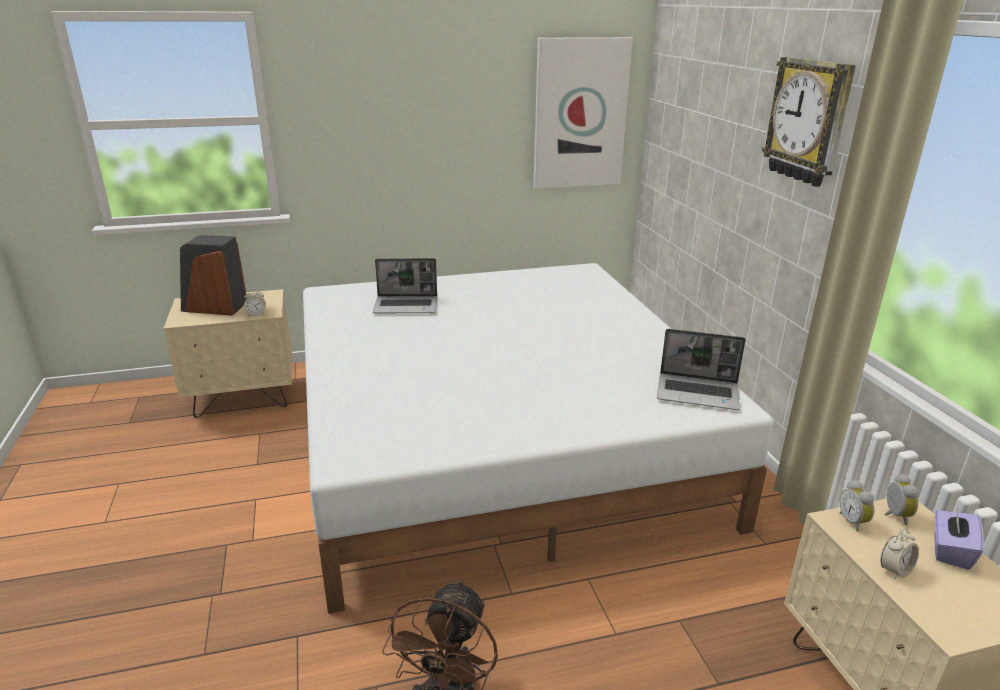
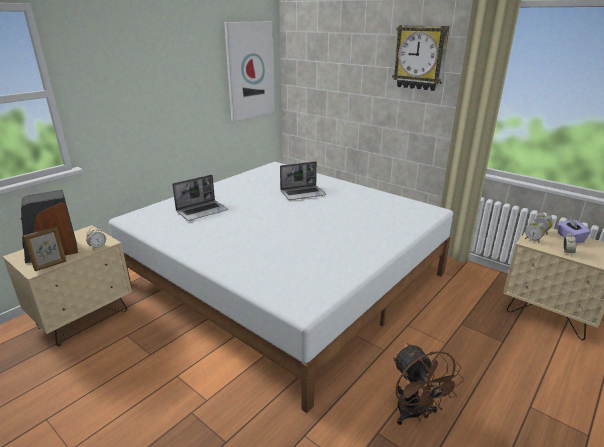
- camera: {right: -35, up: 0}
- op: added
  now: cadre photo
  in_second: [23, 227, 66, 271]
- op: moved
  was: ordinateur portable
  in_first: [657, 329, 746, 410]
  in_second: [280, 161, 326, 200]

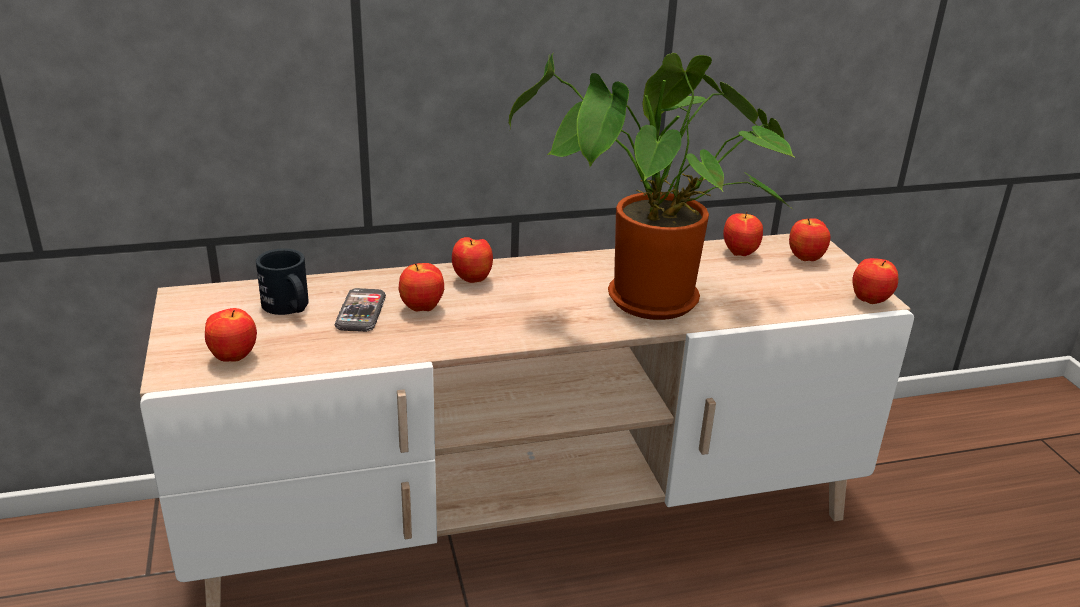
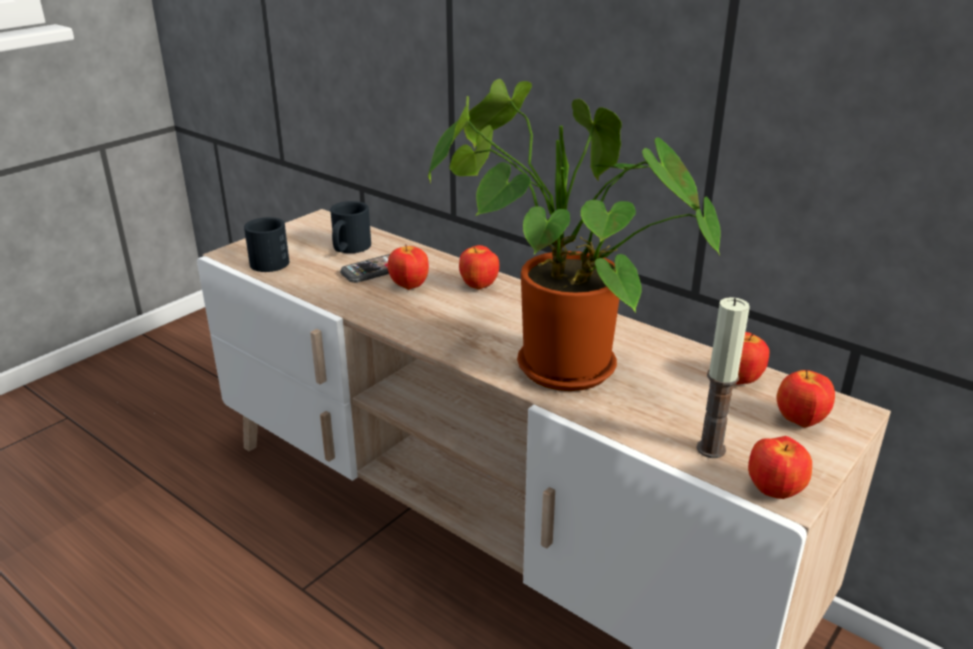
- camera: {right: 55, up: 0}
- op: replaced
  was: pomme
  now: mug [noir]
  in_first: [205, 308, 257, 362]
  in_second: [244, 217, 289, 272]
- op: added
  now: bougie
  in_second: [696, 297, 750, 458]

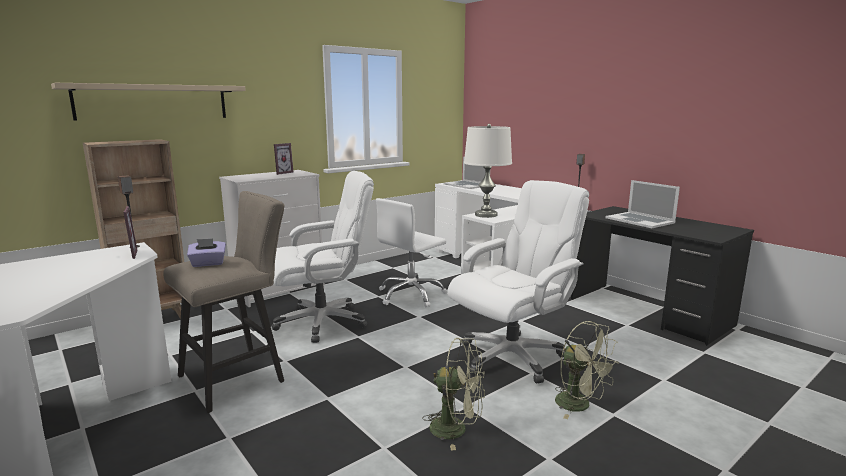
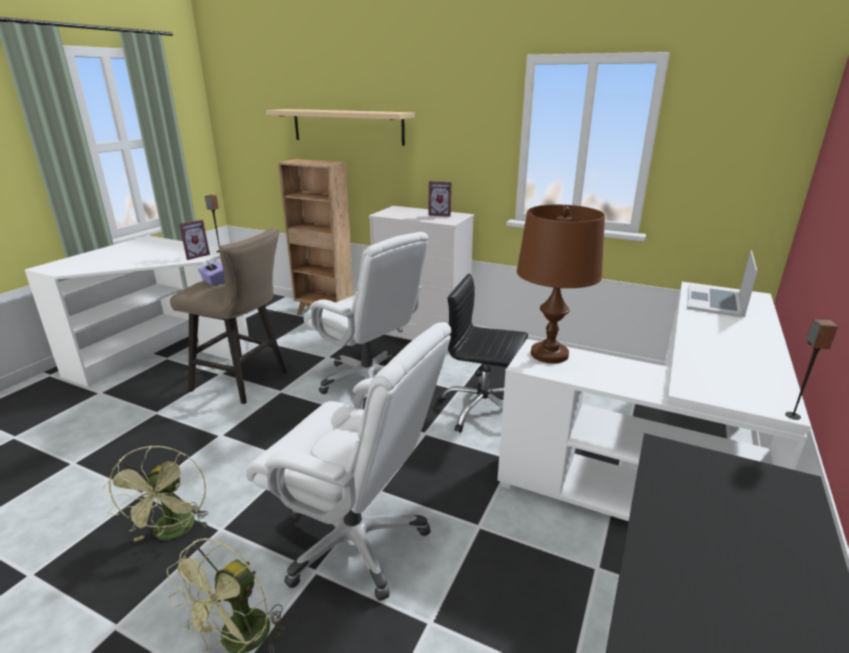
- camera: {right: 65, up: 10}
- op: recoloured
  was: chaise de bureau [blanc]
  now: chaise de bureau [noir]
  in_first: [376, 198, 447, 307]
  in_second: [437, 274, 528, 433]
- op: recoloured
  was: lampe de table [blanc]
  now: lampe de table [marron]
  in_first: [464, 124, 512, 218]
  in_second: [517, 205, 605, 363]
- op: removed
  was: ordinateur portable
  in_first: [605, 180, 680, 228]

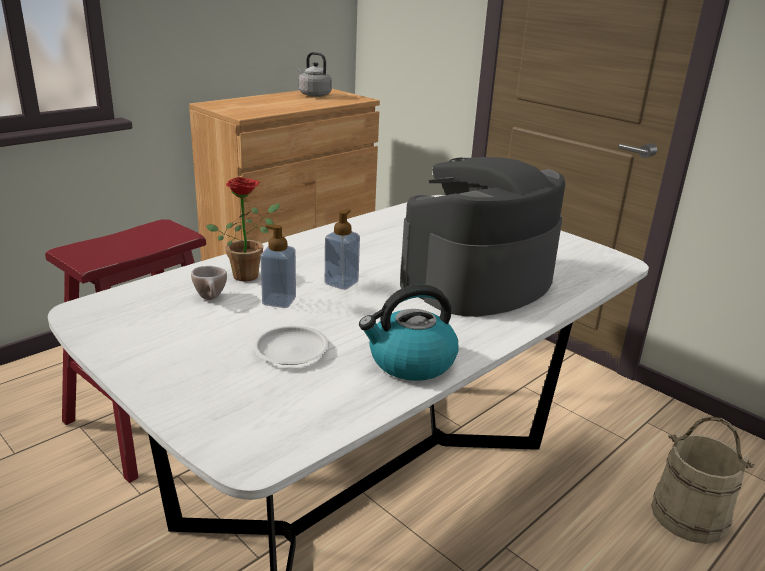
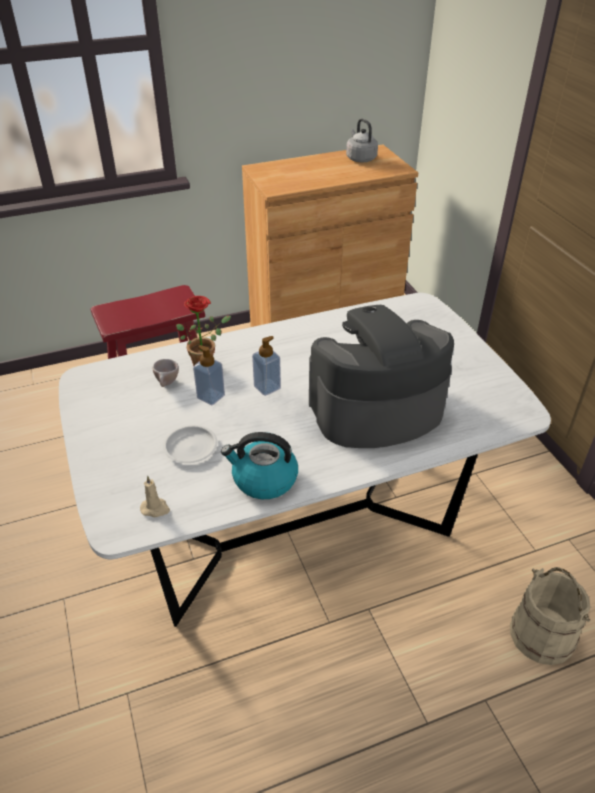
- camera: {right: 25, up: 15}
- op: added
  now: bougie [beige]
  in_second: [140, 476, 170, 517]

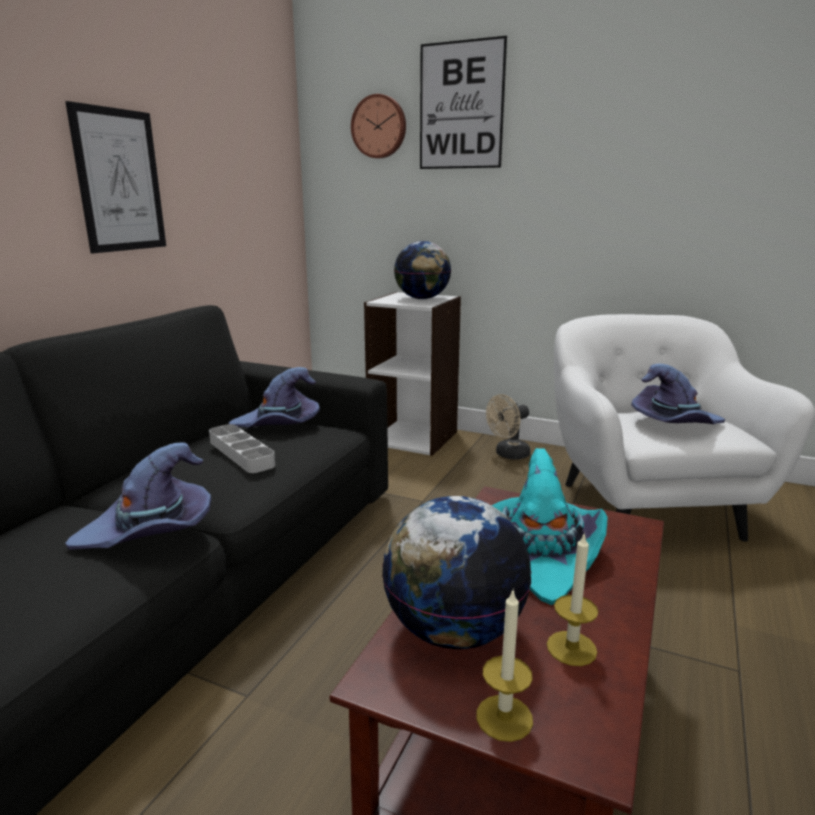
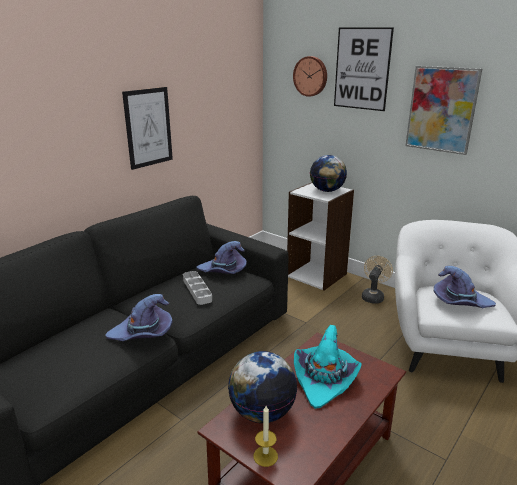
- camera: {right: 15, up: 5}
- op: turned
  was: ventilateur [beige]
  in_first: [486, 394, 531, 460]
  in_second: [362, 256, 393, 303]
  clockwise: 135
- op: added
  now: tableau
  in_second: [405, 66, 482, 155]
- op: removed
  was: bougie
  in_first: [547, 532, 598, 666]

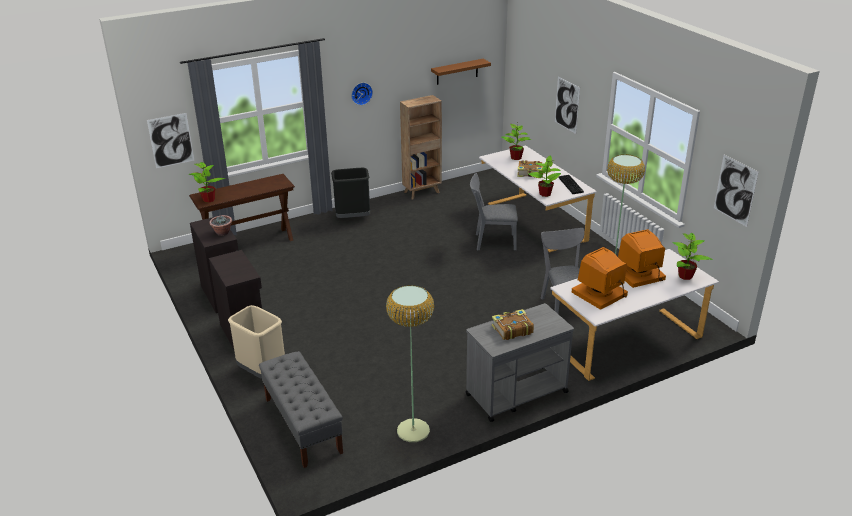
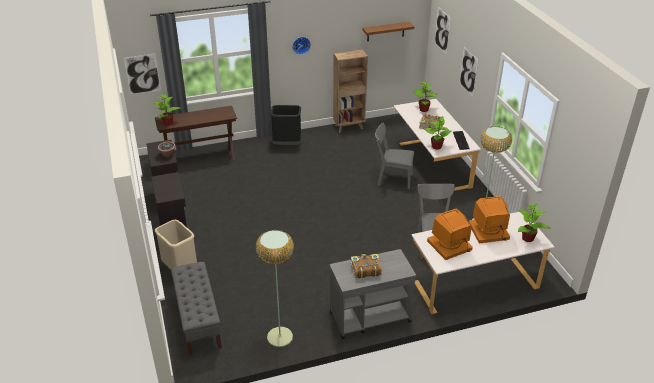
- camera: {right: 10, up: 5}
- op: moved
  was: tableau
  in_first: [714, 155, 759, 227]
  in_second: [435, 7, 451, 54]

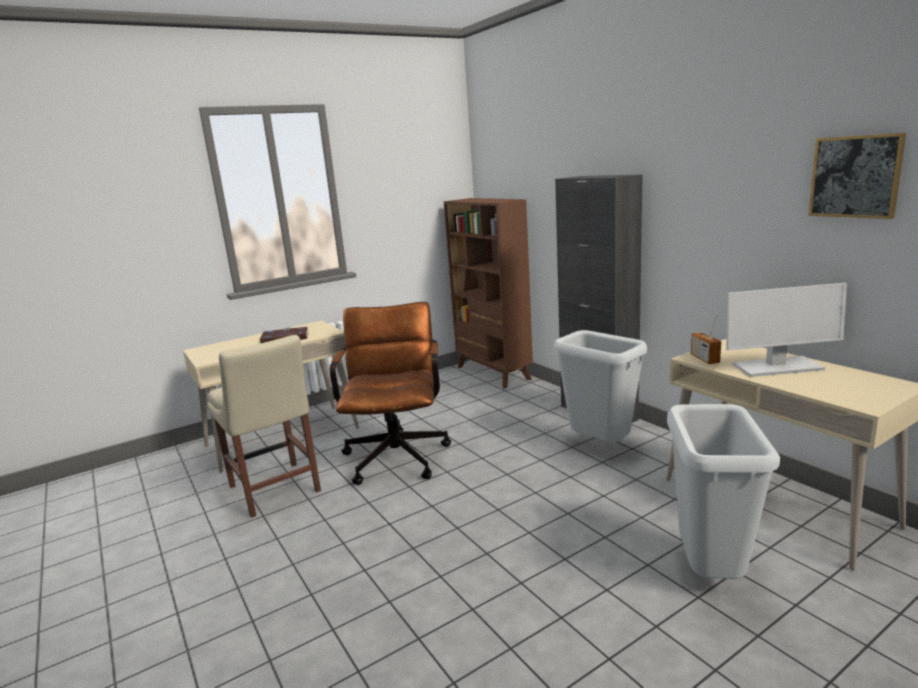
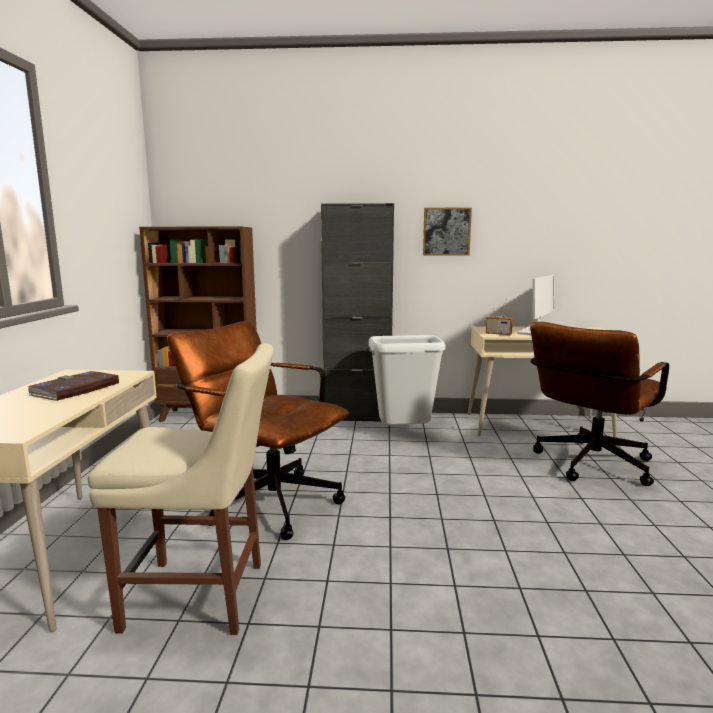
- camera: {right: -55, up: -5}
- op: moved
  was: tableau
  in_first: [808, 133, 906, 219]
  in_second: [423, 208, 472, 256]
- op: replaced
  was: poubelle [gris]
  now: chaise de bureau [marron]
  in_first: [667, 404, 780, 579]
  in_second: [530, 322, 669, 486]

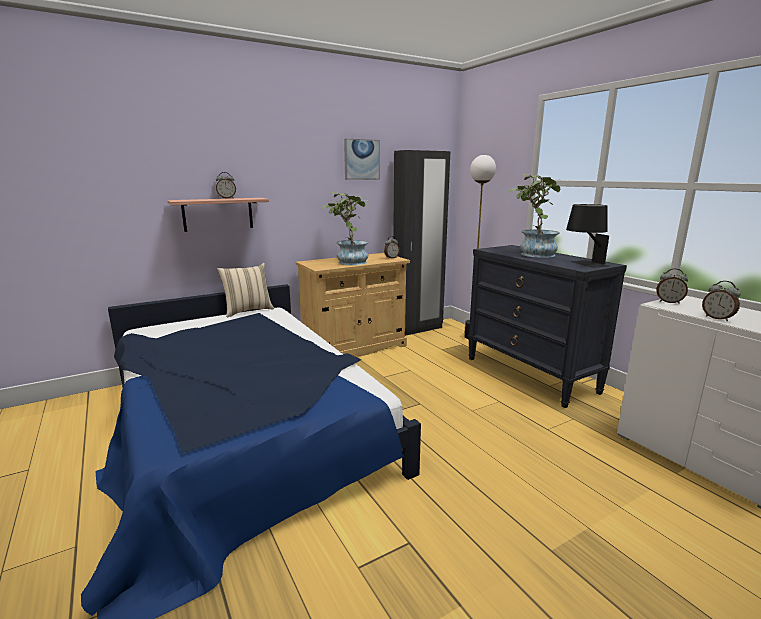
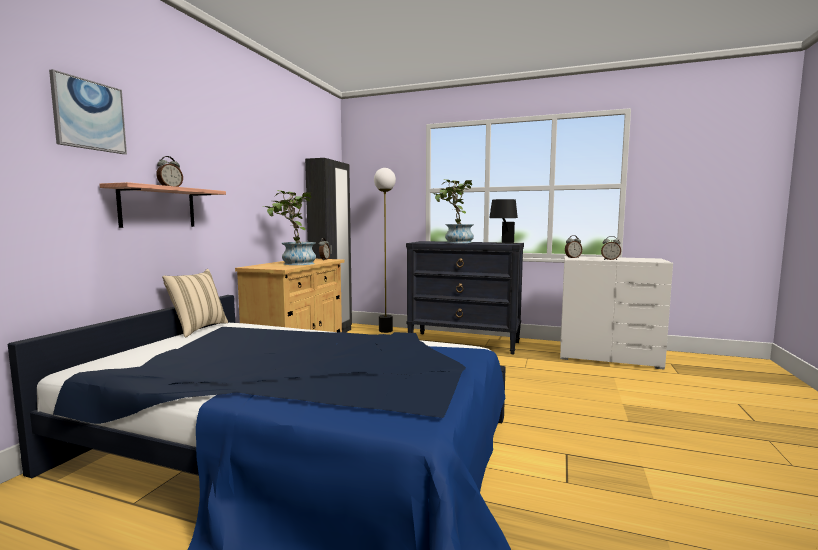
- camera: {right: -40, up: -10}
- op: moved
  was: tableau
  in_first: [344, 138, 380, 180]
  in_second: [49, 69, 127, 154]

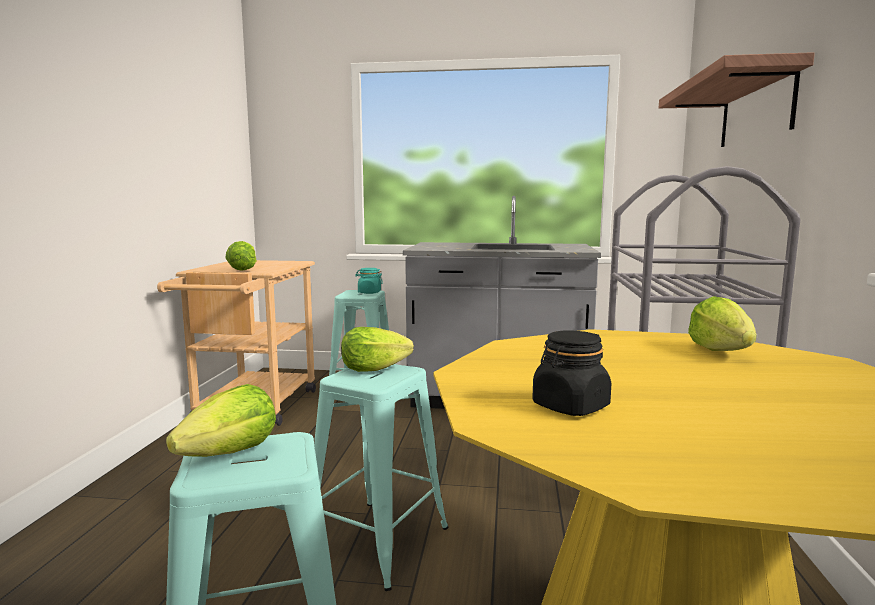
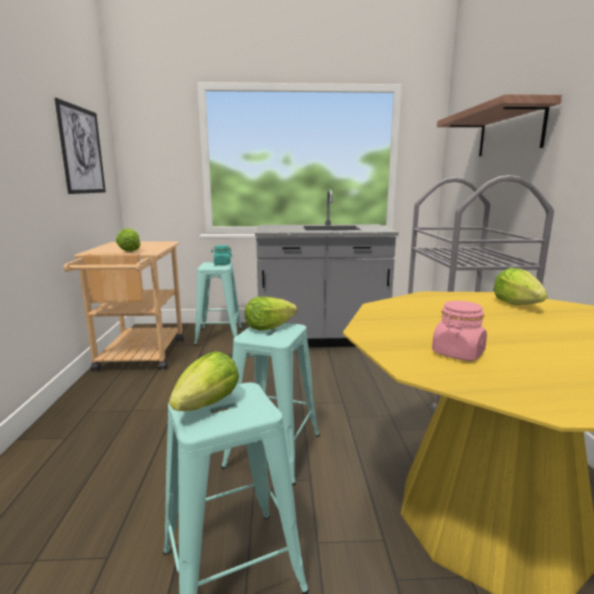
- camera: {right: -10, up: 5}
- op: added
  now: tableau
  in_second: [55, 98, 106, 194]
- op: recoloured
  was: bocal [noir]
  now: bocal [rose]
  in_first: [533, 330, 611, 416]
  in_second: [432, 301, 487, 361]

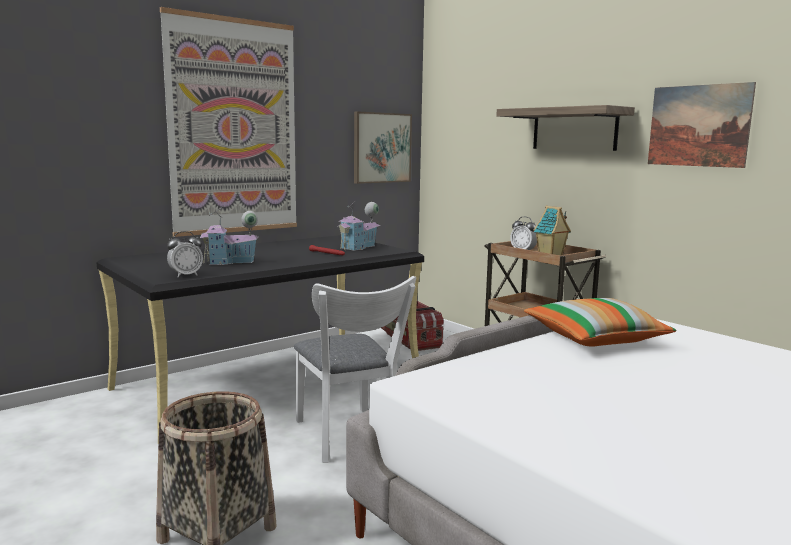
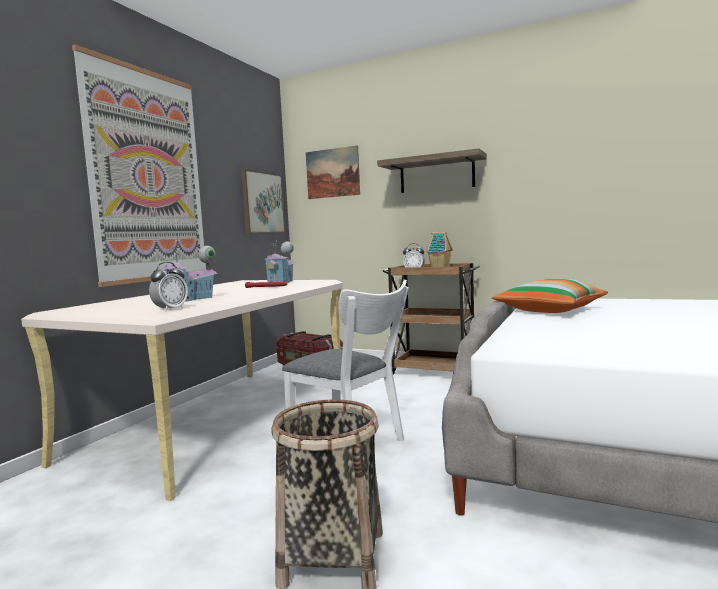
- camera: {right: -25, up: -5}
- op: recoloured
  was: bureau [noir]
  now: bureau [beige]
  in_first: [97, 235, 424, 441]
  in_second: [21, 280, 343, 501]
- op: moved
  was: tableau
  in_first: [648, 82, 756, 168]
  in_second: [306, 145, 360, 199]

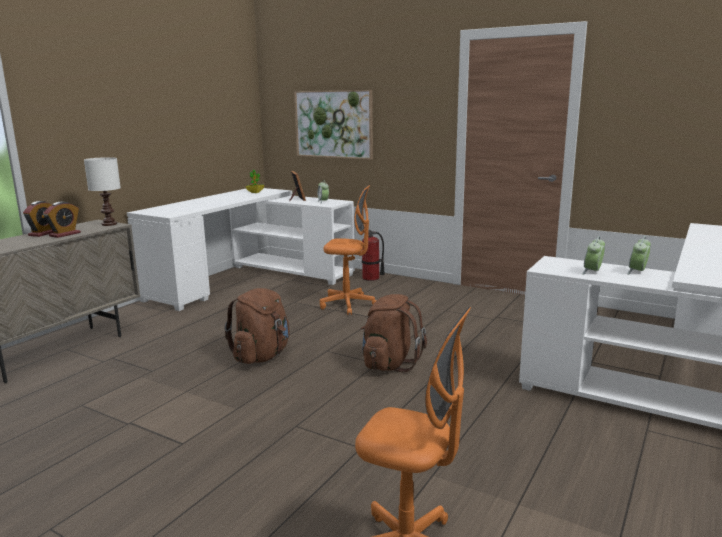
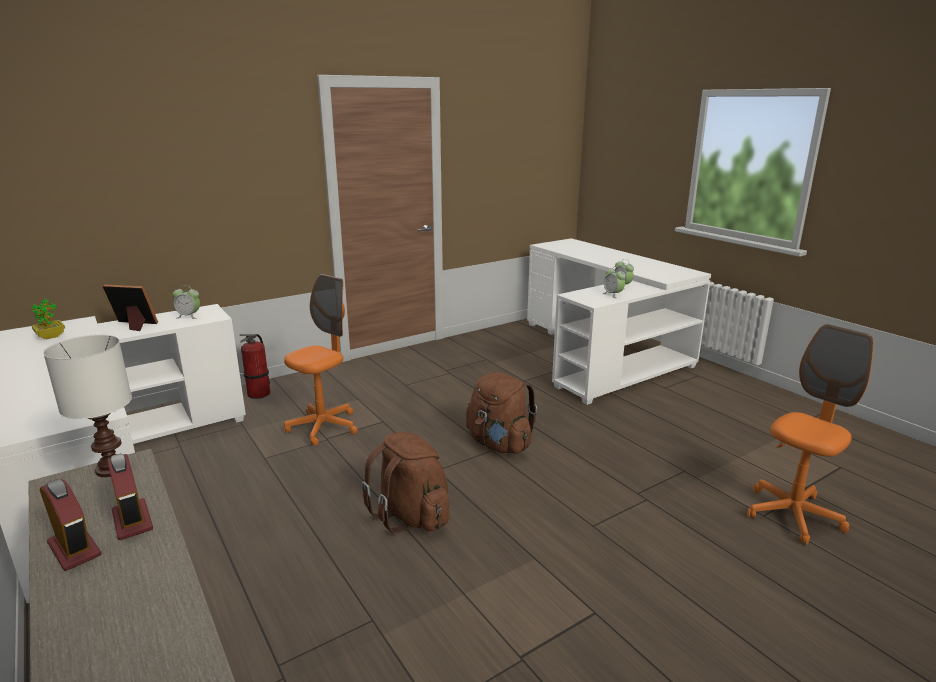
- camera: {right: -65, up: 5}
- op: removed
  was: tableau
  in_first: [294, 90, 373, 160]

